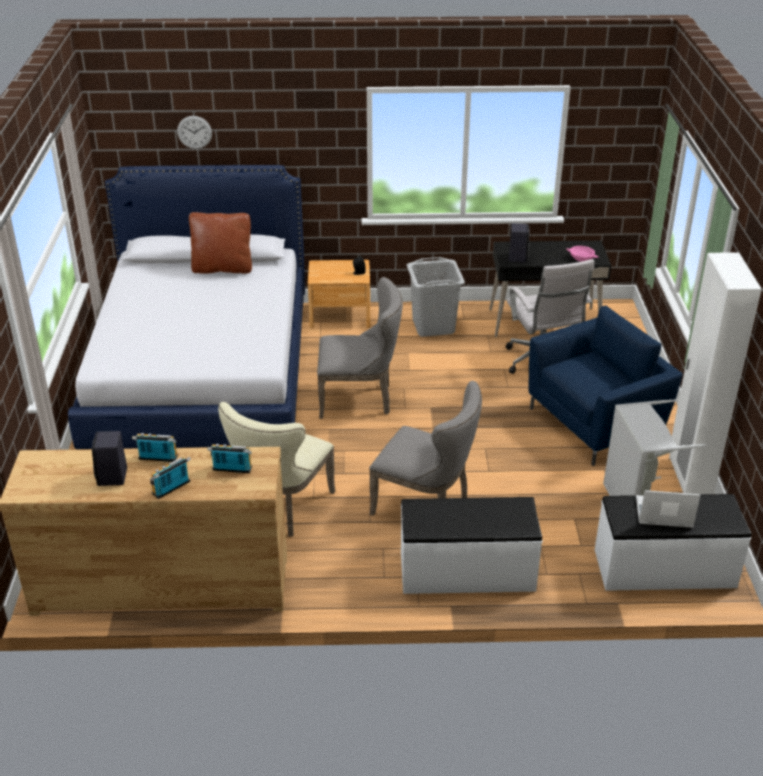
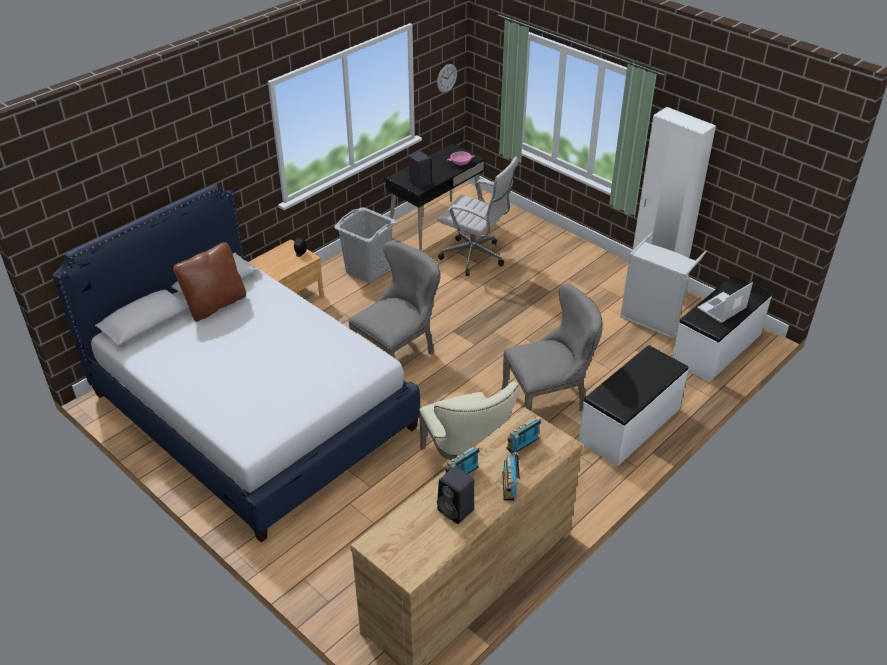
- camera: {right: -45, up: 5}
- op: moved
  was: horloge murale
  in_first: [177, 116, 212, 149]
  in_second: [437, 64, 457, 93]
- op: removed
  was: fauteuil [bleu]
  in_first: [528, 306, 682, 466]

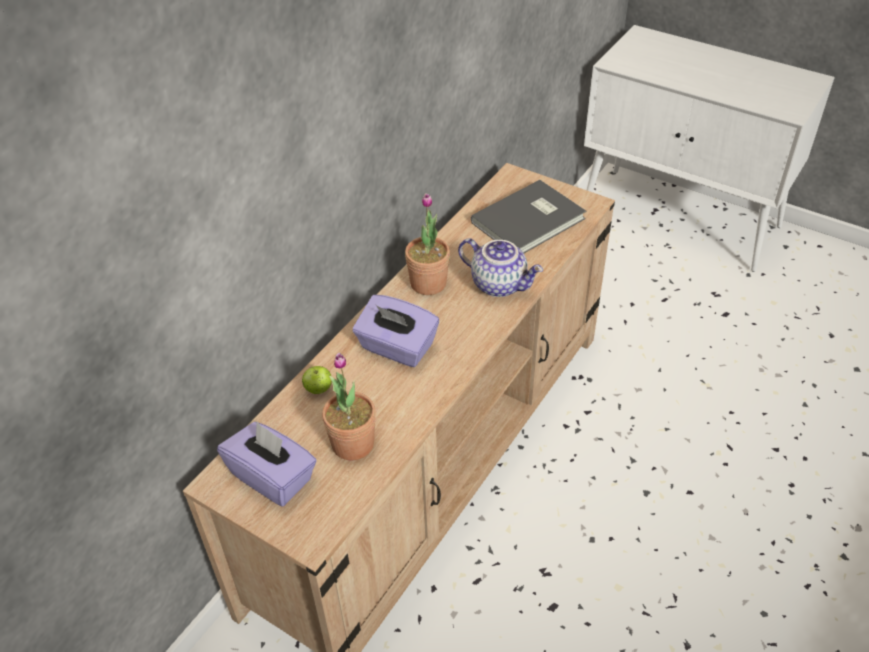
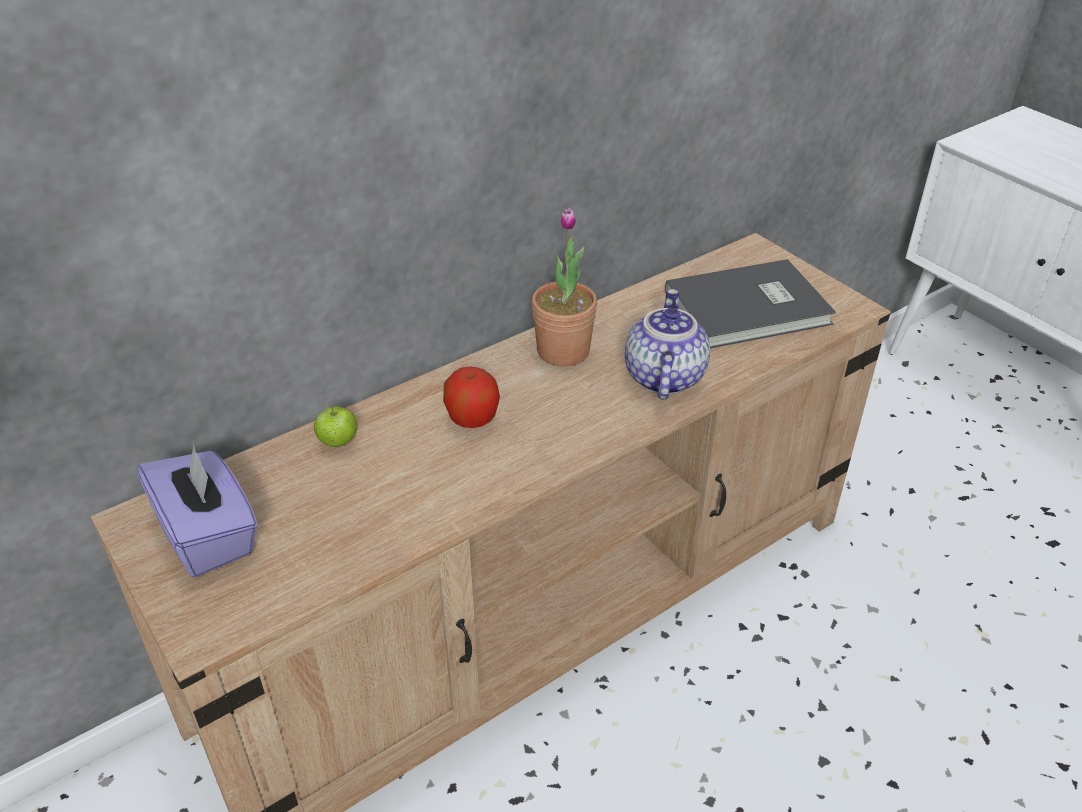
- camera: {right: 20, up: -5}
- op: replaced
  was: boîte à mouchoirs [violet]
  now: pomme
  in_first: [353, 295, 439, 367]
  in_second: [443, 366, 500, 428]
- op: turned
  was: théière
  in_first: [458, 238, 543, 297]
  in_second: [625, 289, 710, 399]
  clockwise: -135
- op: removed
  was: plante en pot
  in_first: [322, 353, 376, 460]

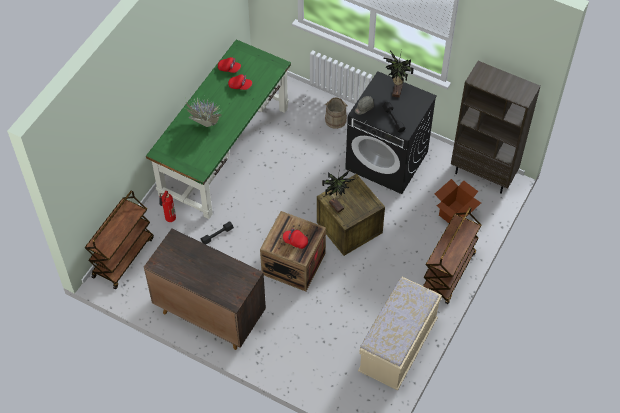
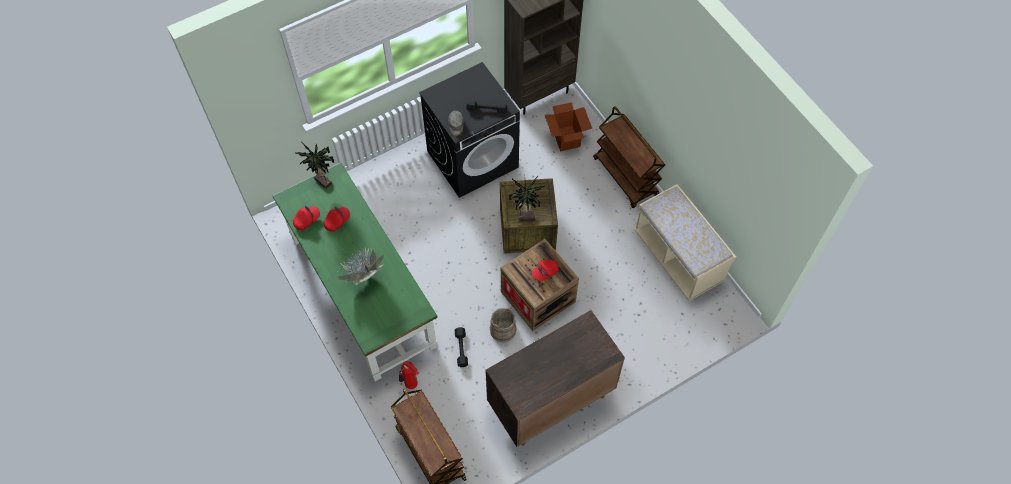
- camera: {right: -60, up: 5}
- op: moved
  was: plante en pot
  in_first: [383, 50, 414, 98]
  in_second: [295, 142, 335, 189]
- op: moved
  was: seau [beige]
  in_first: [325, 97, 348, 129]
  in_second: [490, 307, 517, 342]

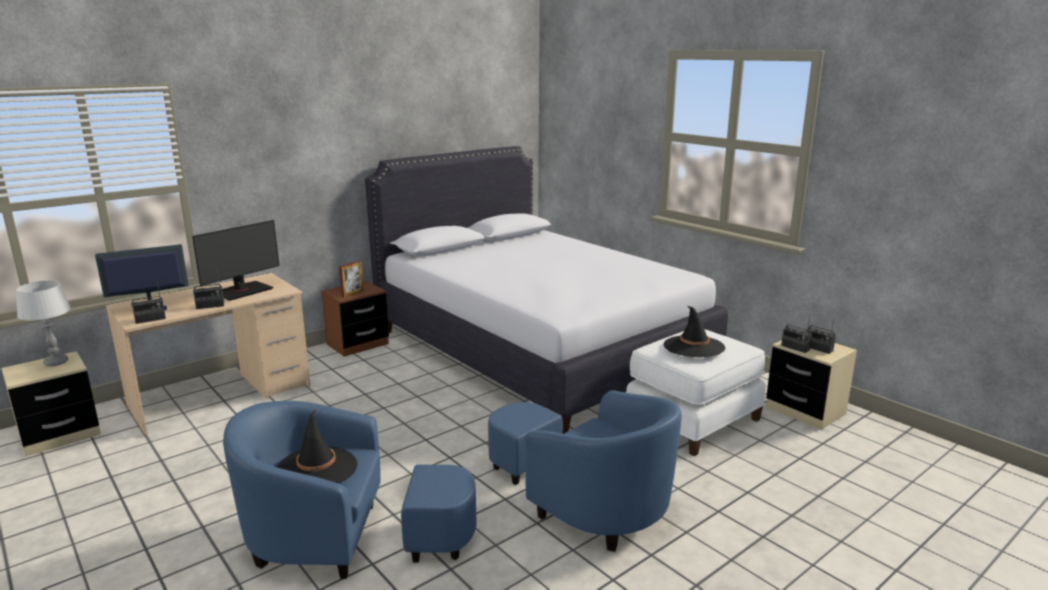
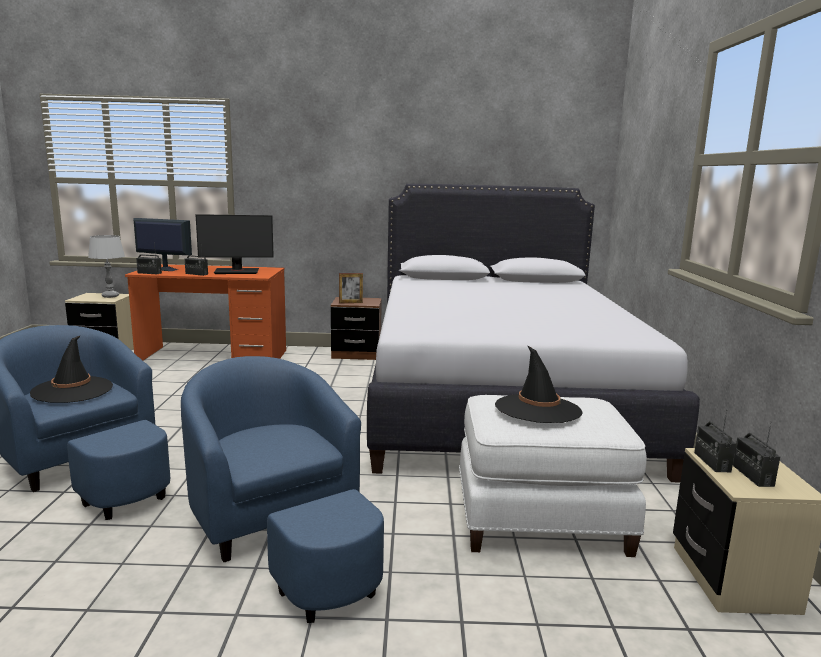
- camera: {right: 40, up: -5}
- op: recoloured
  was: bureau [beige]
  now: bureau [orange]
  in_first: [106, 273, 311, 435]
  in_second: [125, 264, 286, 361]
- op: turned
  was: fauteuil [bleu]
  in_first: [488, 390, 682, 552]
  in_second: [181, 356, 384, 623]
  clockwise: 150

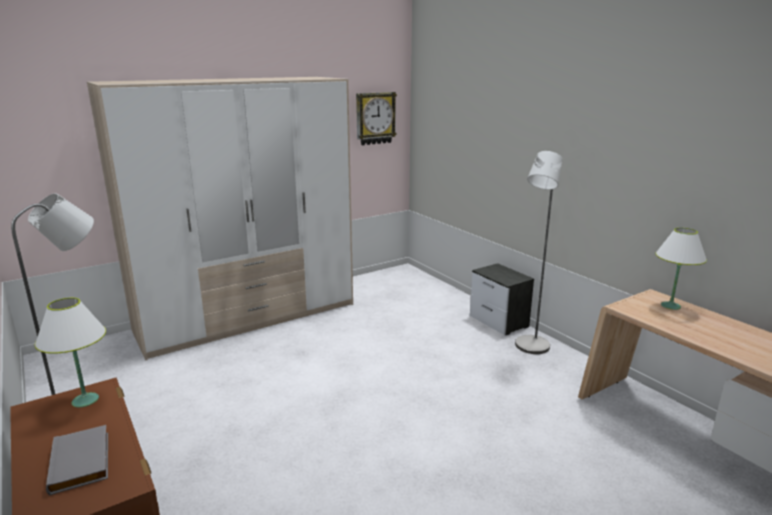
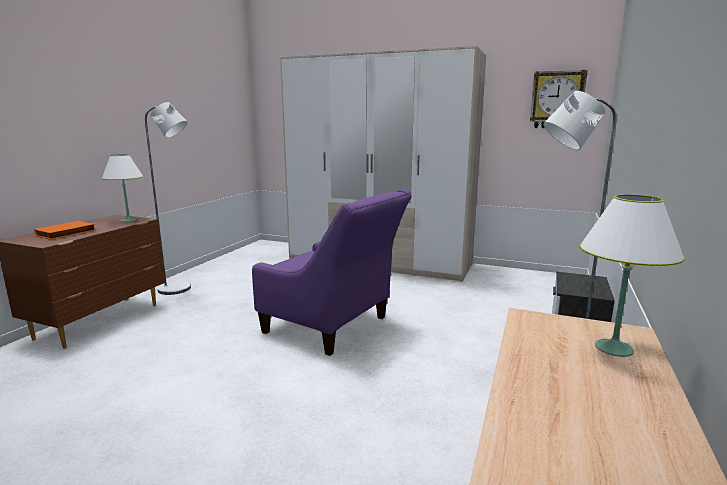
- camera: {right: 55, up: -5}
- op: recoloured
  was: livre [gris]
  now: livre [orange]
  in_first: [46, 425, 108, 496]
  in_second: [34, 221, 96, 239]
- op: added
  now: fauteuil [violet]
  in_second: [252, 188, 412, 356]

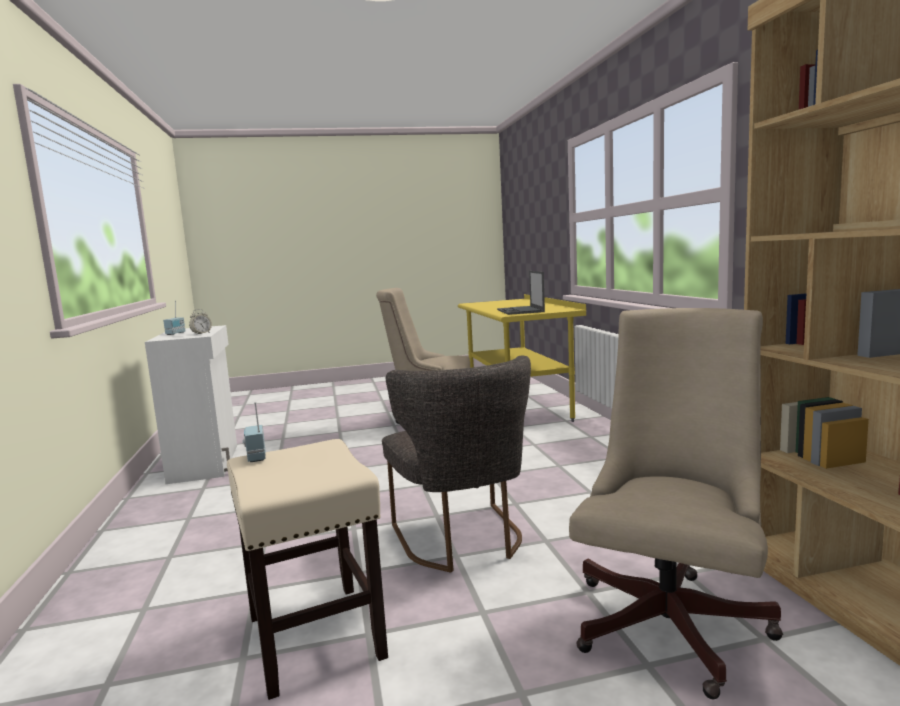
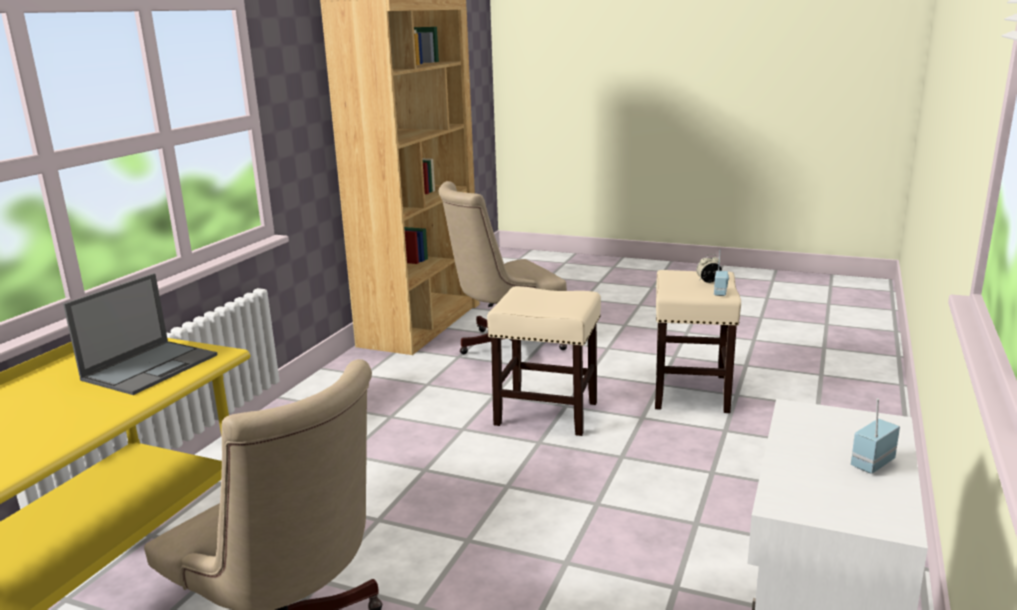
- camera: {right: -145, up: 10}
- op: replaced
  was: chaise [gris]
  now: tabouret [beige]
  in_first: [382, 355, 531, 573]
  in_second: [487, 286, 601, 436]
- op: moved
  was: réveil
  in_first: [189, 309, 212, 334]
  in_second: [696, 254, 722, 283]

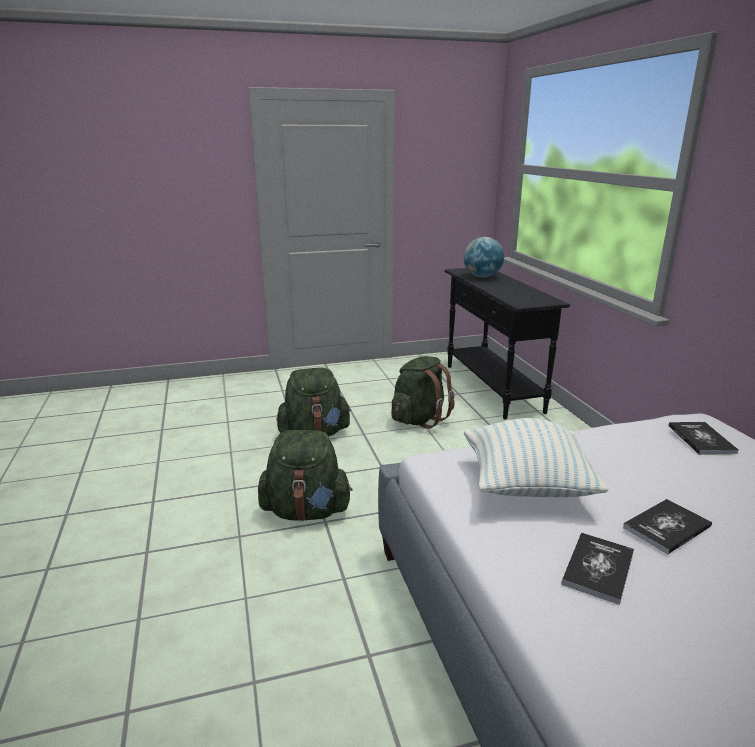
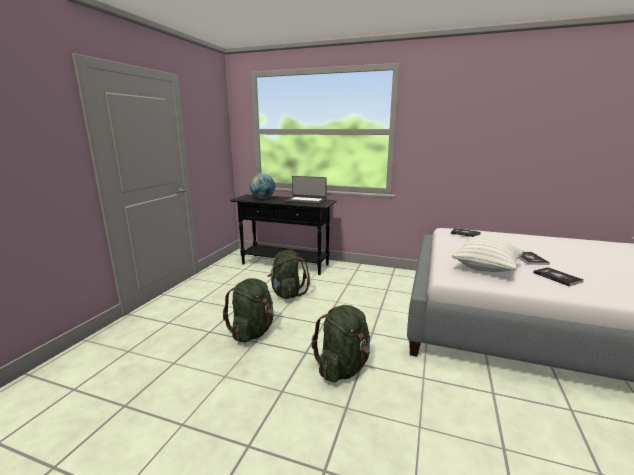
- camera: {right: -55, up: -5}
- op: added
  now: ordinateur portable
  in_second: [285, 176, 327, 204]

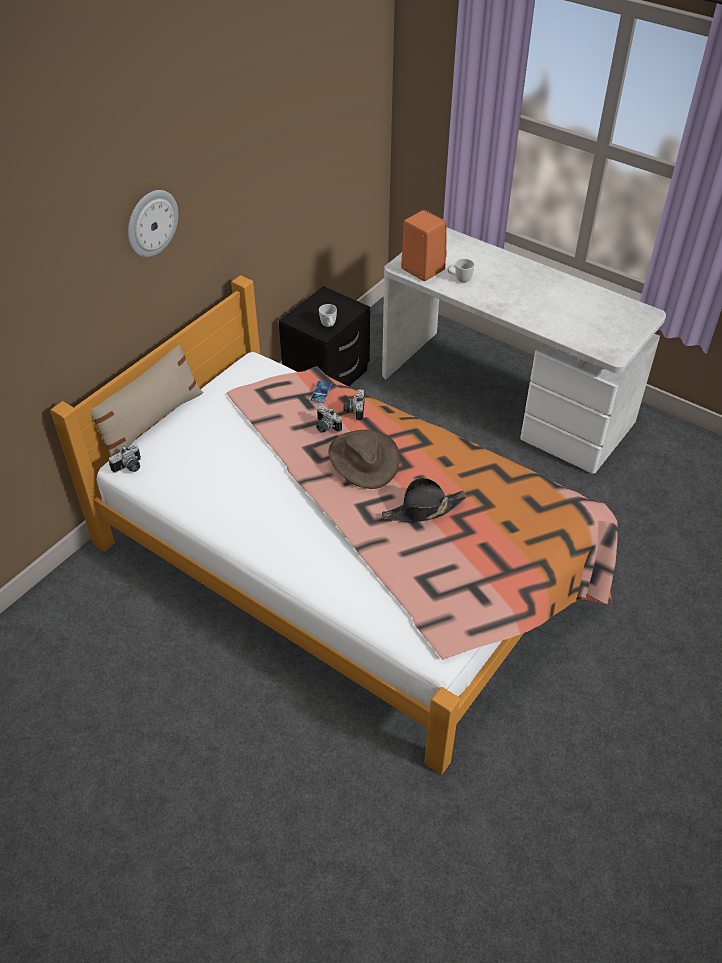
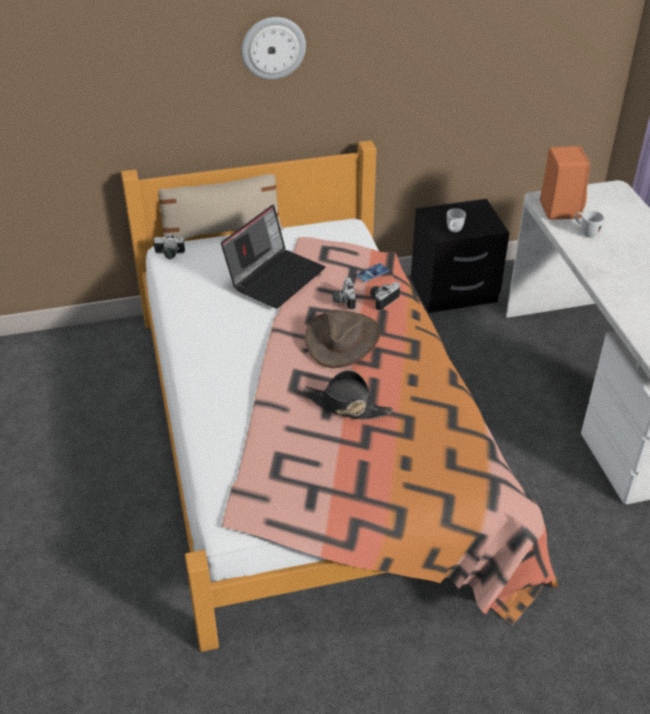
- camera: {right: 40, up: -5}
- op: added
  now: ordinateur portable
  in_second: [221, 205, 325, 309]

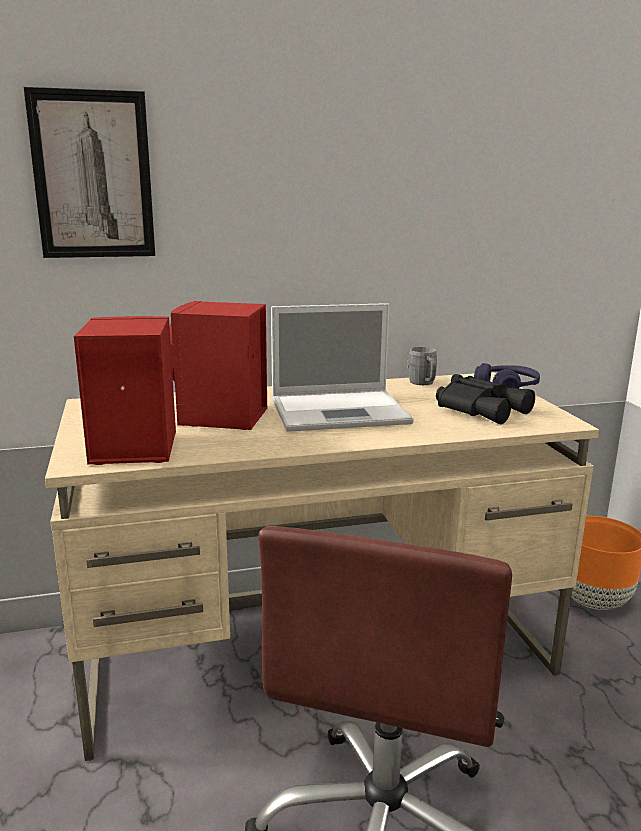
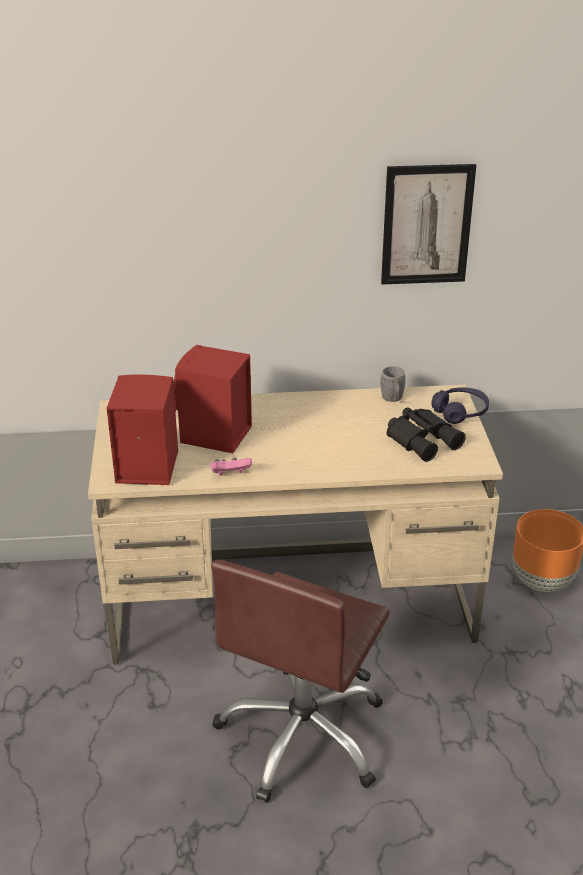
- camera: {right: 10, up: 15}
- op: added
  now: manette [rose]
  in_second: [210, 458, 252, 475]
- op: moved
  was: tableau
  in_first: [23, 87, 155, 258]
  in_second: [381, 164, 476, 284]
- op: removed
  was: ordinateur portable
  in_first: [271, 303, 414, 432]

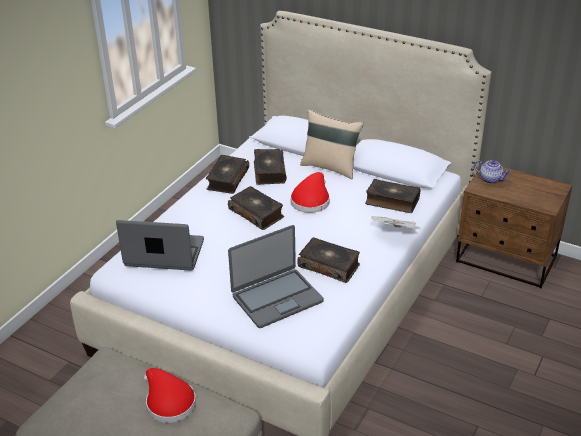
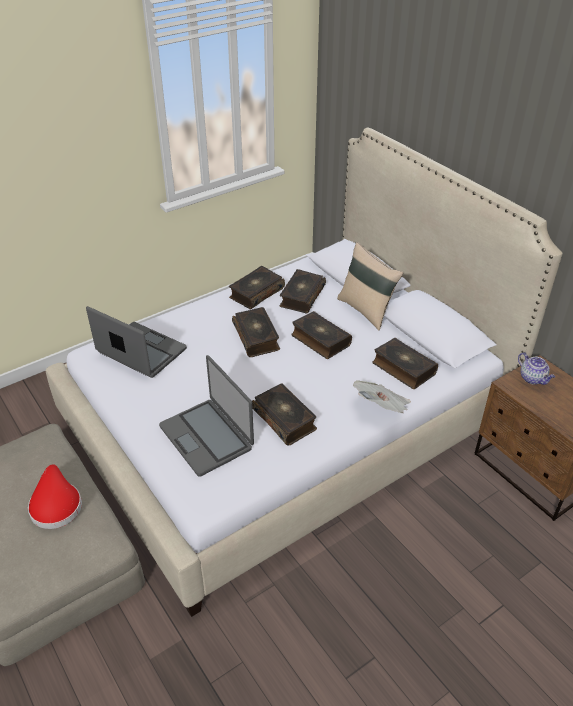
- camera: {right: 25, up: 5}
- op: turned
  was: ordinateur portable
  in_first: [228, 225, 324, 328]
  in_second: [159, 355, 254, 477]
  clockwise: 60
- op: replaced
  was: chapeau [rouge]
  now: livre
  in_first: [290, 172, 330, 213]
  in_second: [291, 311, 352, 359]

